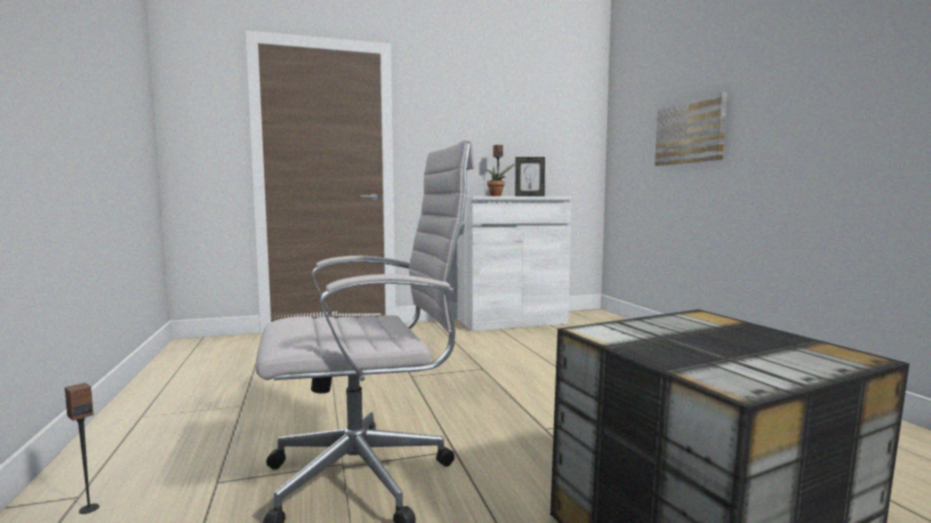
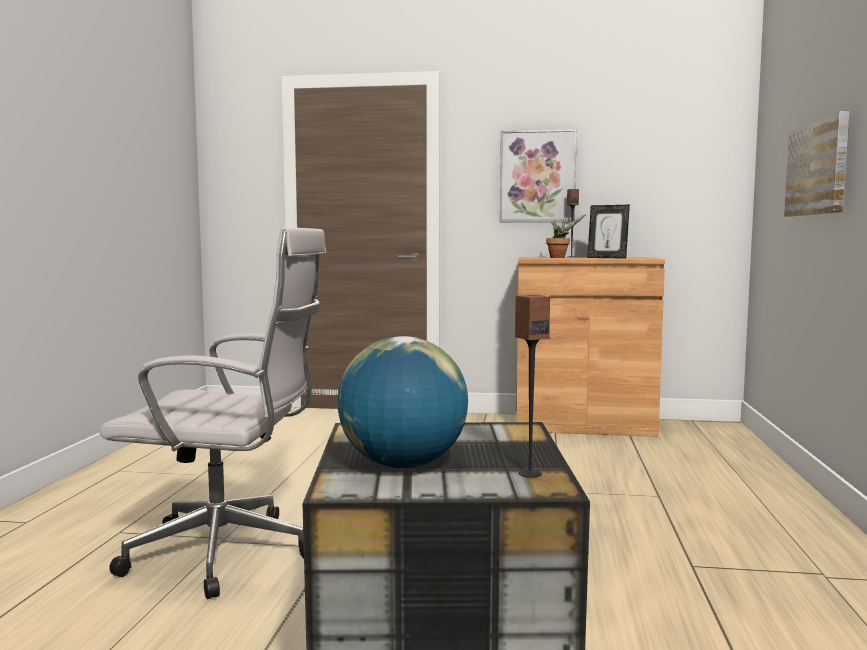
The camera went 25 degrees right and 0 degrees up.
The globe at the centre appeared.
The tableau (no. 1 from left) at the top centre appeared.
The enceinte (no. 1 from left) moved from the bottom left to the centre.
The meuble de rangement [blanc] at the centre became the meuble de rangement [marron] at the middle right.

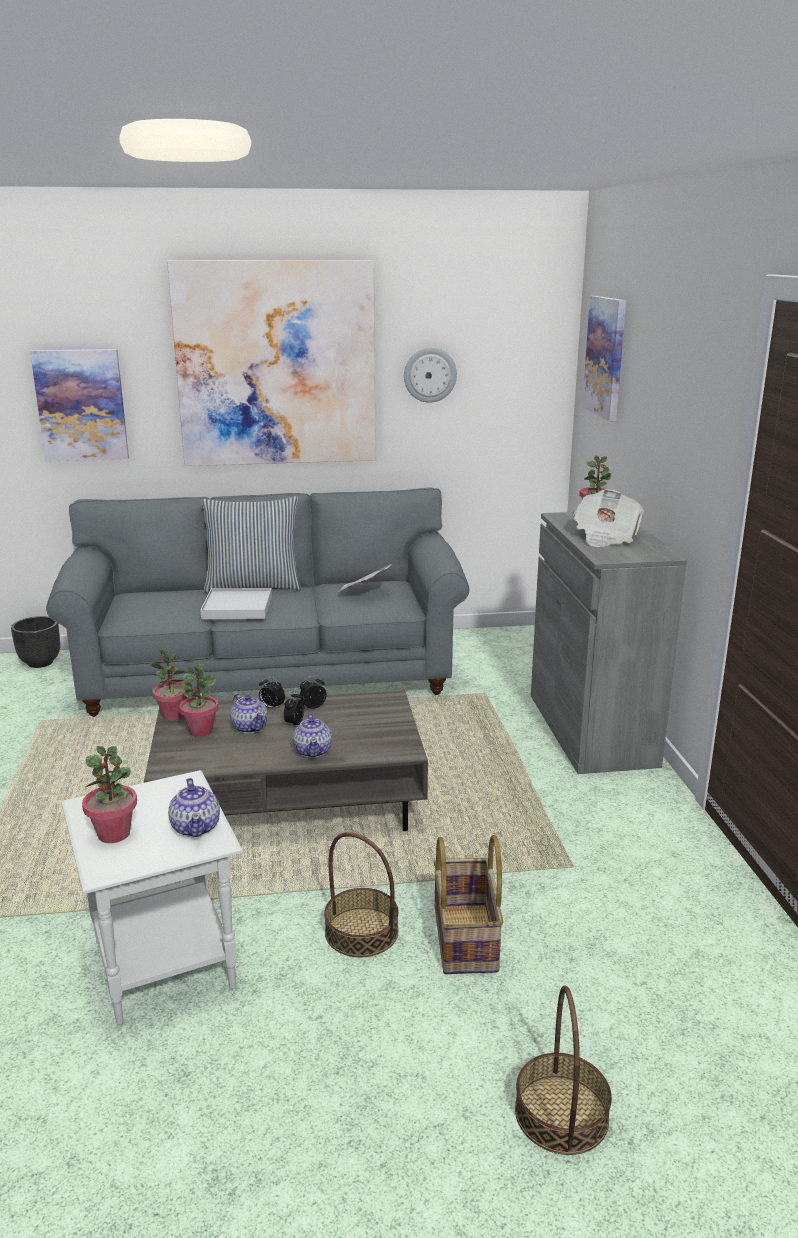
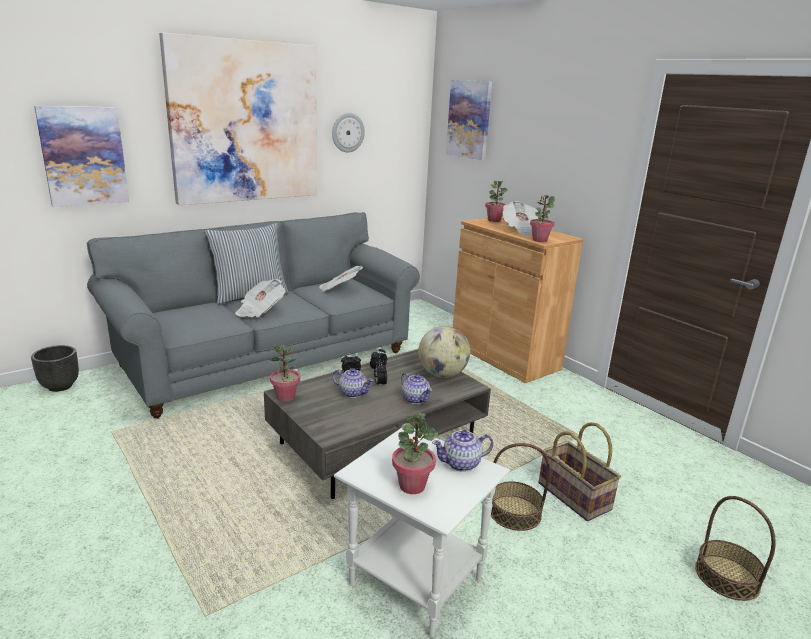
The camera went 30 degrees left and 0 degrees up.
The plateau [blanc] at the middle left was replaced by the journal (no. 1 from left) at the middle left.
The globe at the centre appeared.
The théière (no. 1 from left in the first image) at the middle left turned 120 degrees clockwise.
The meuble de rangement [gris] at the middle right became the meuble de rangement [marron] at the centre.
The plante en pot (no. 3 from left in the first image) moved from the middle left to the middle right.

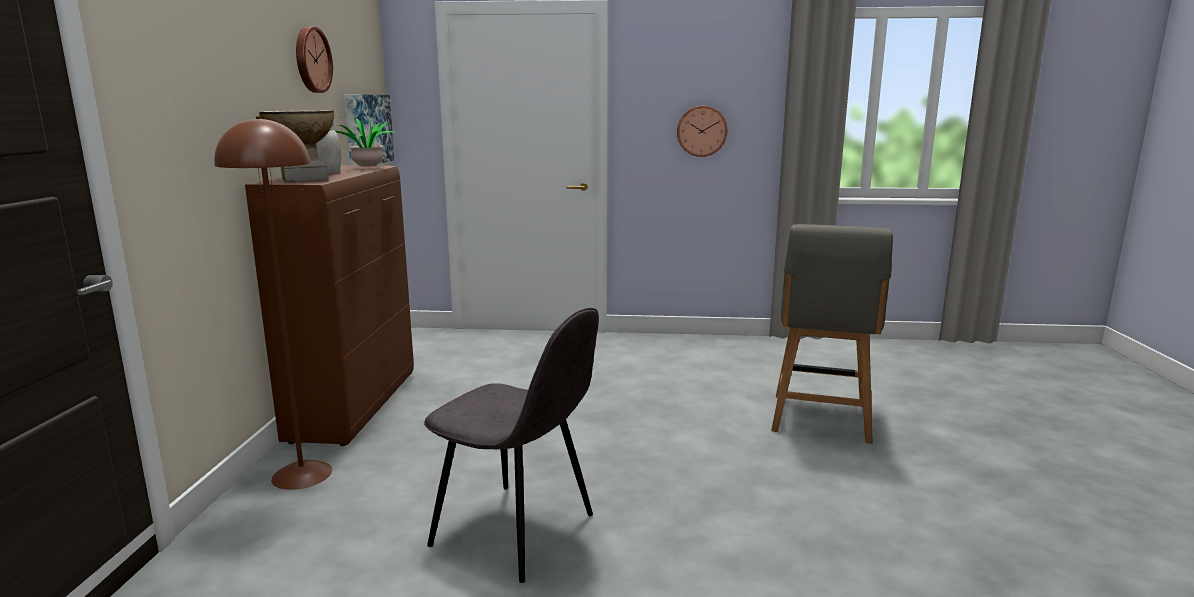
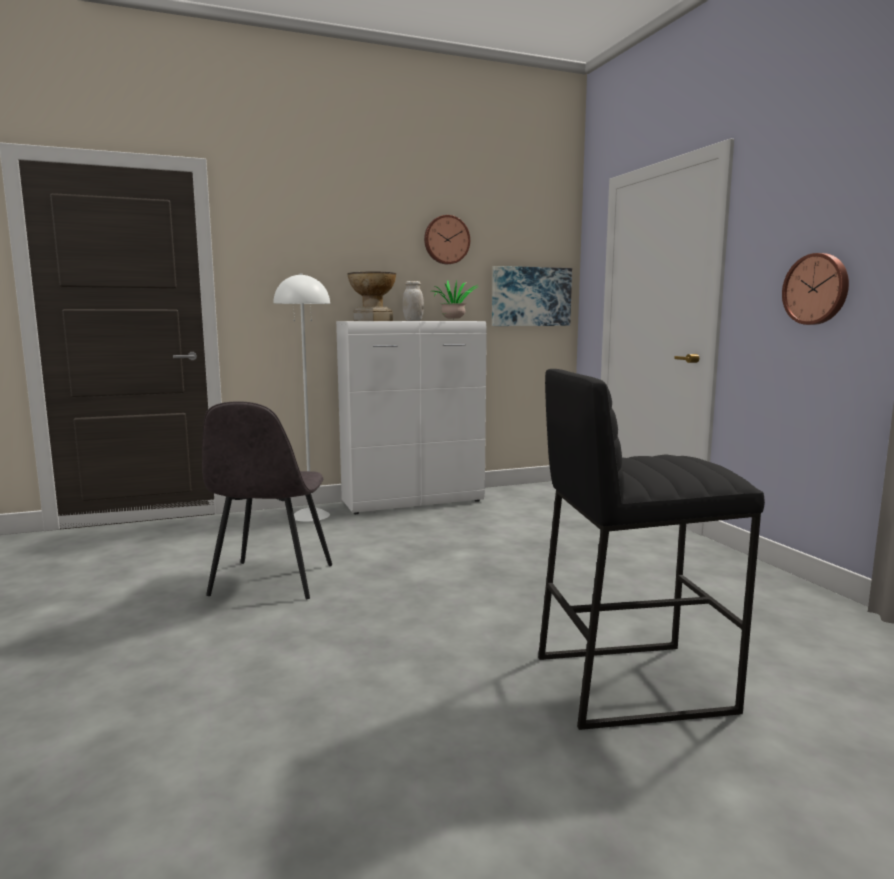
The camera went 65 degrees right and 5 degrees down.
The lampadaire [marron] at the middle left became the lampadaire [blanc] at the centre.
The meuble de rangement [marron] at the middle left became the meuble de rangement [blanc] at the centre.
The chaise [gris] (no. 2 from left) at the middle right was replaced by the tabouret [noir] at the middle right.

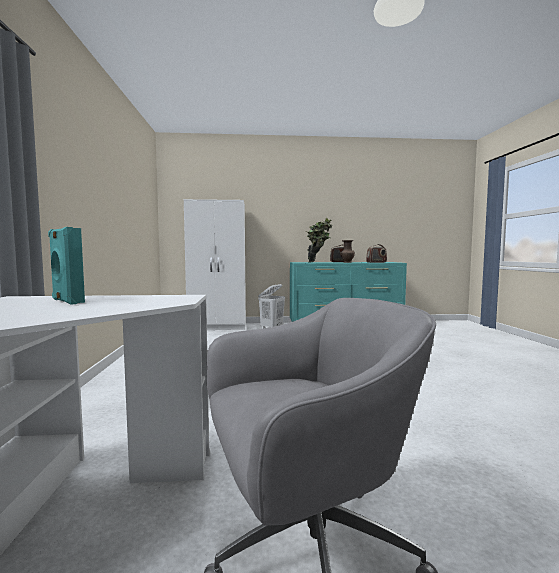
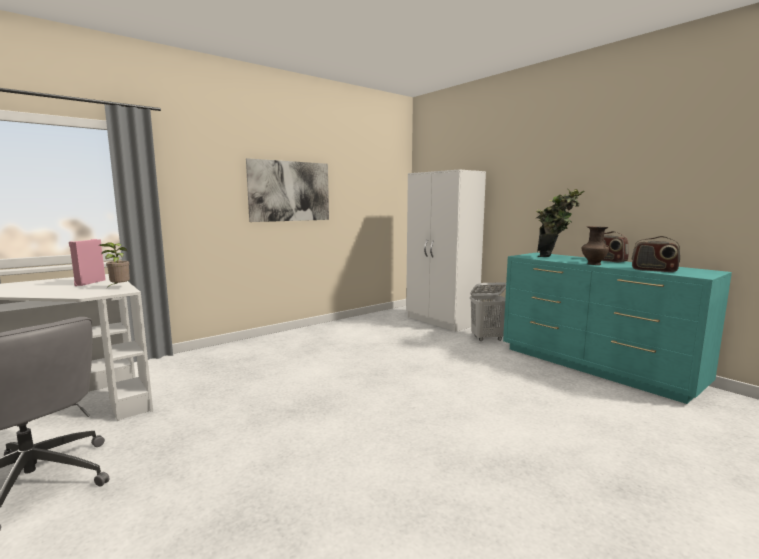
The camera went 55 degrees right and 5 degrees up.
The enceinte [turquoise] at the middle left became the enceinte [rose] at the middle left.
The plante en pot (no. 1 from left) at the middle left appeared.
The tableau at the centre appeared.

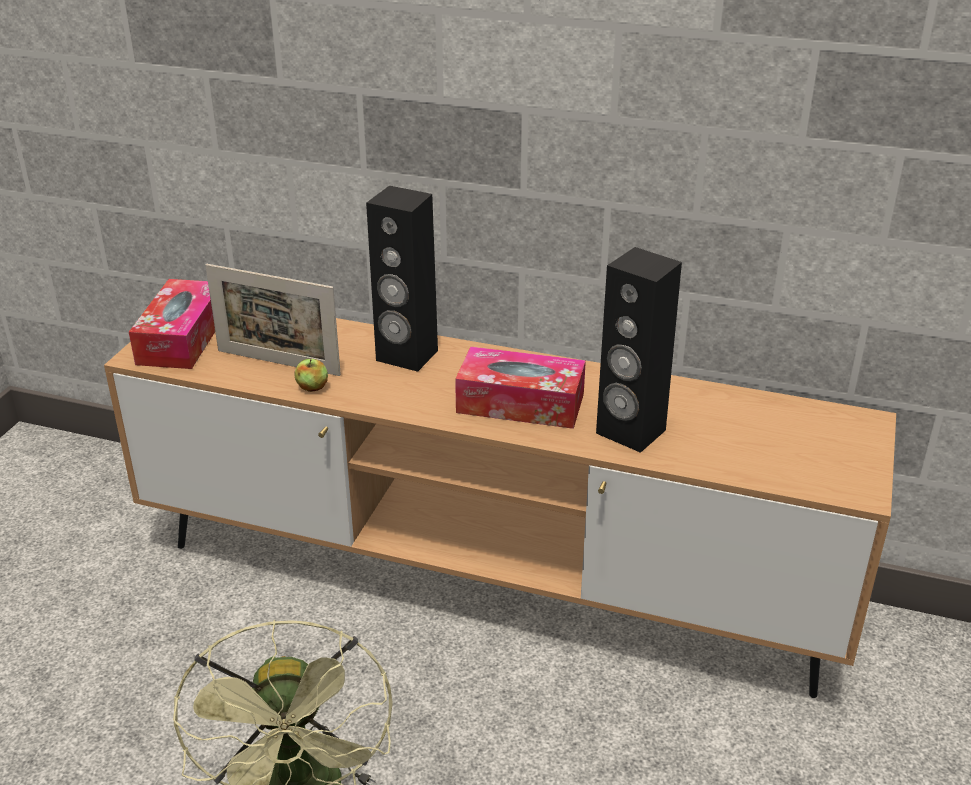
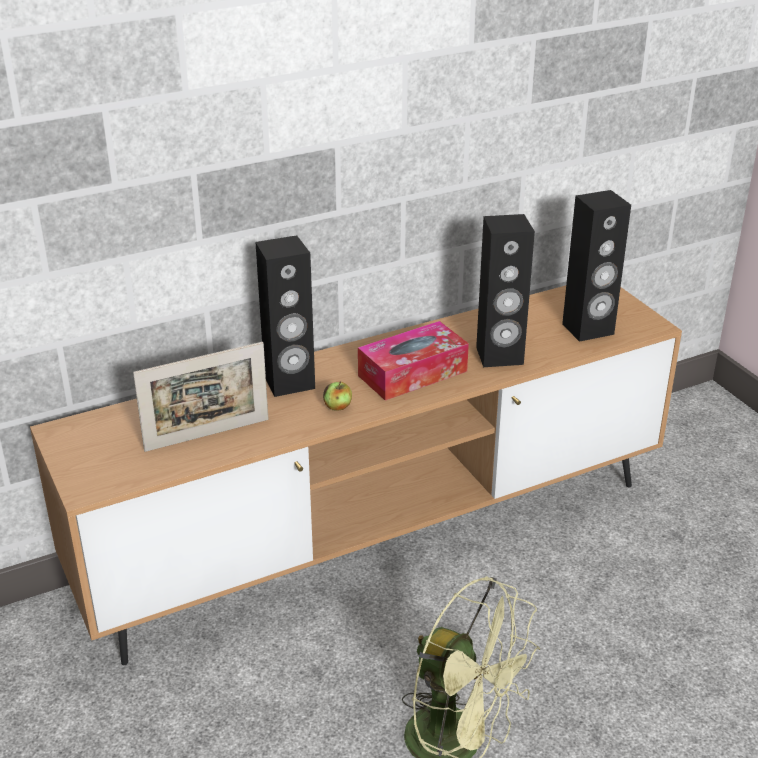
The camera went 45 degrees left and 0 degrees up.
The pomme moved from the middle left to the centre.
The enceinte [noir] (no. 3 from left) at the middle right appeared.
The boîte à mouchoirs (no. 1 from left) at the middle left disappeared.

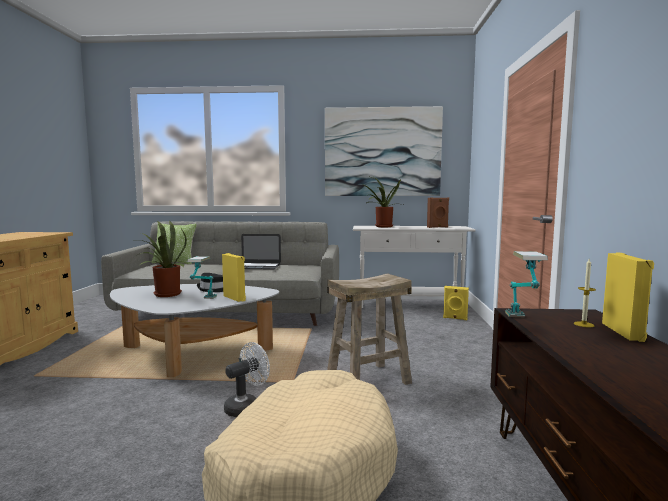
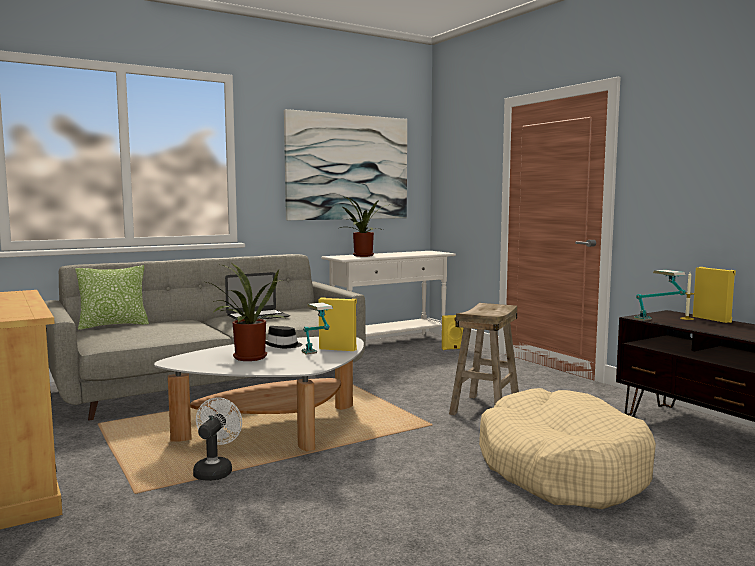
The camera went 35 degrees left and 0 degrees up.
The ventilateur [blanc] moved from the bottom centre to the bottom left.
The enceinte [marron] at the centre disappeared.

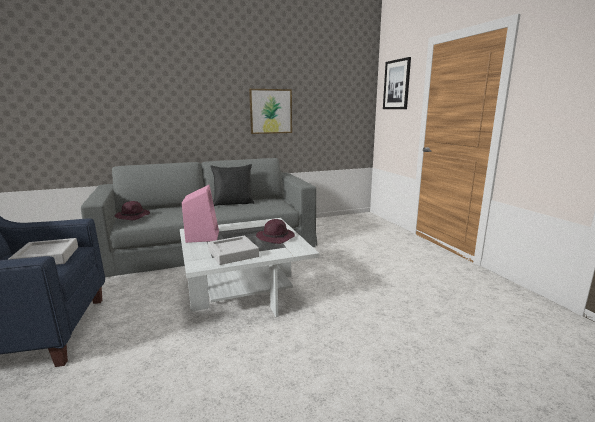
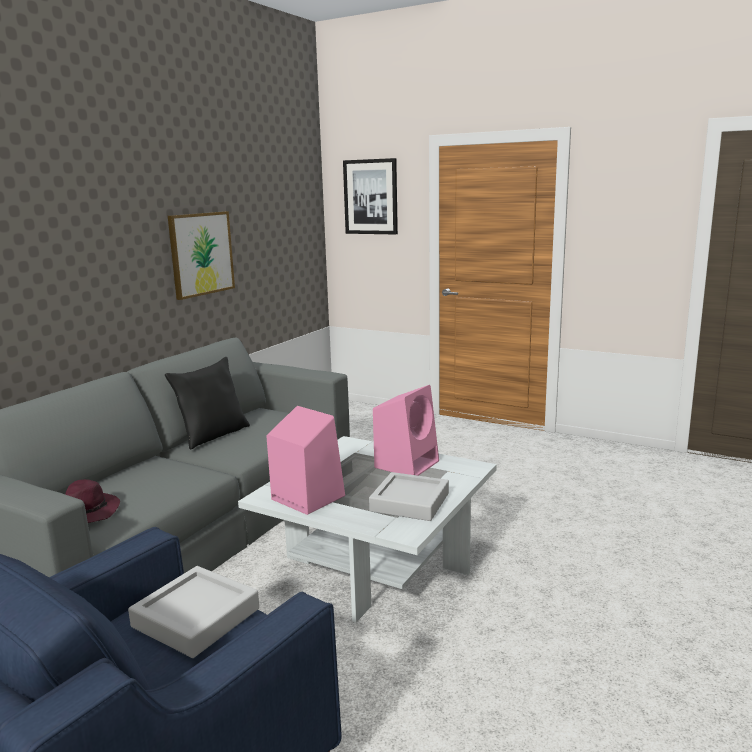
The camera went 40 degrees left and 0 degrees up.
The chapeau [violet] (no. 2 from left) at the centre was replaced by the enceinte [rose] (no. 2 from left) at the centre.

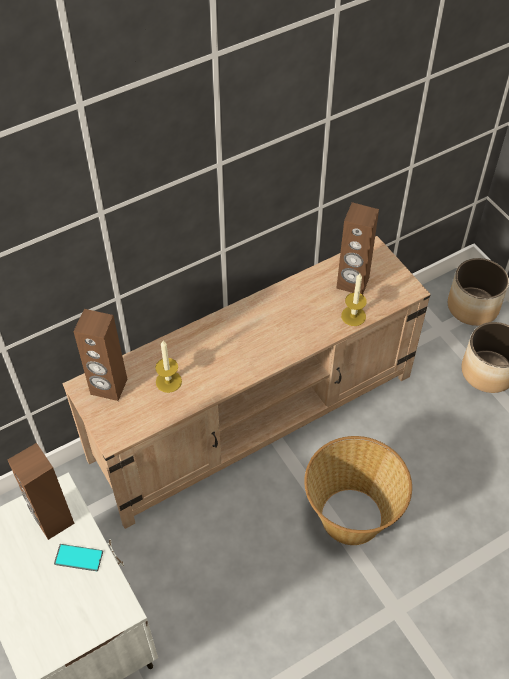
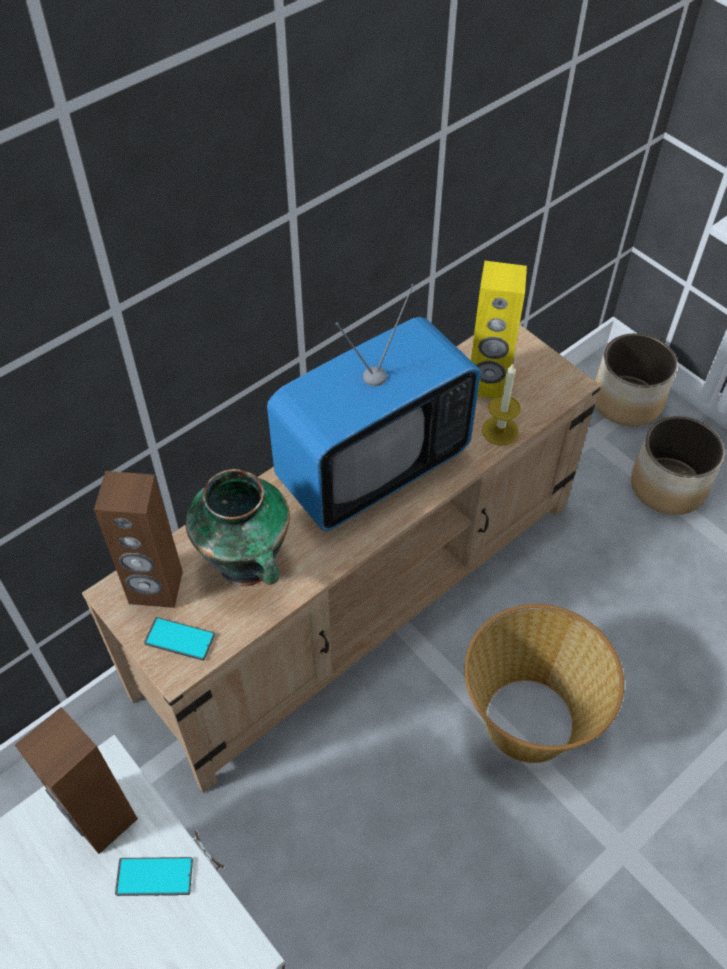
The camera went 10 degrees left and 0 degrees up.
The téléphone (no. 2 from left) at the middle left appeared.
The bougie (no. 1 from left) at the middle left was replaced by the vase at the middle left.
The téléviseur at the centre appeared.
The enceinte [marron] (no. 3 from left) at the middle right became the enceinte [jaune] at the middle right.

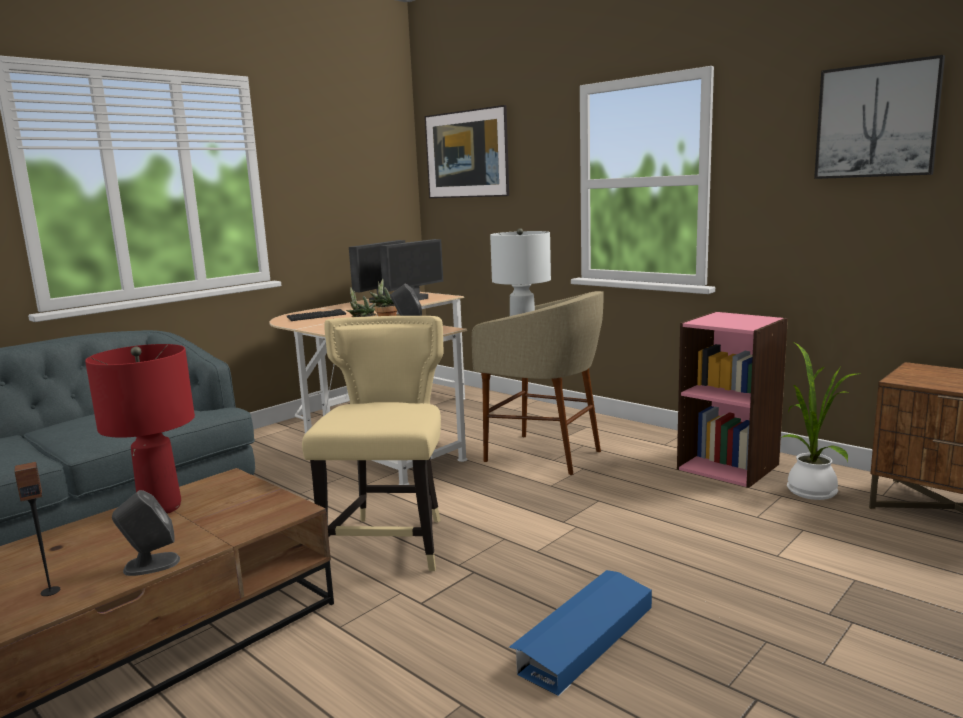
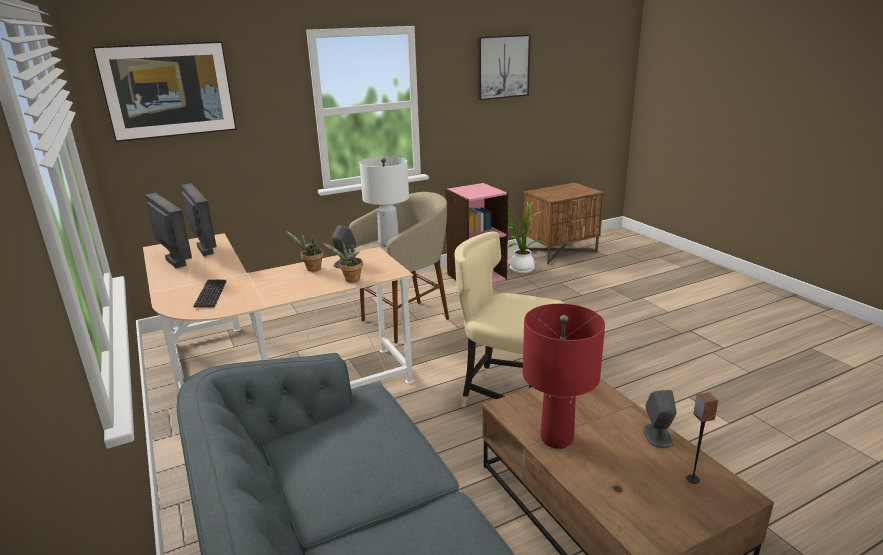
The camera went 70 degrees left and 10 degrees up.
The boîte de rangement [bleu] at the bottom centre disappeared.

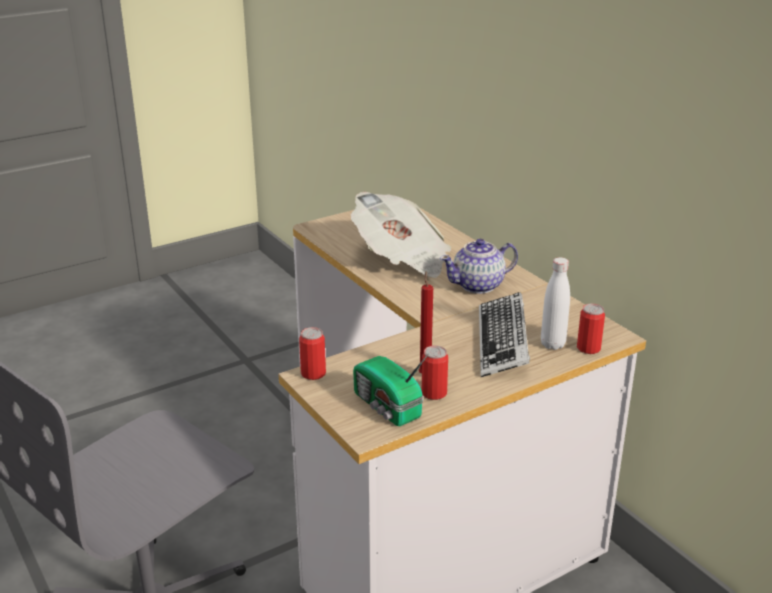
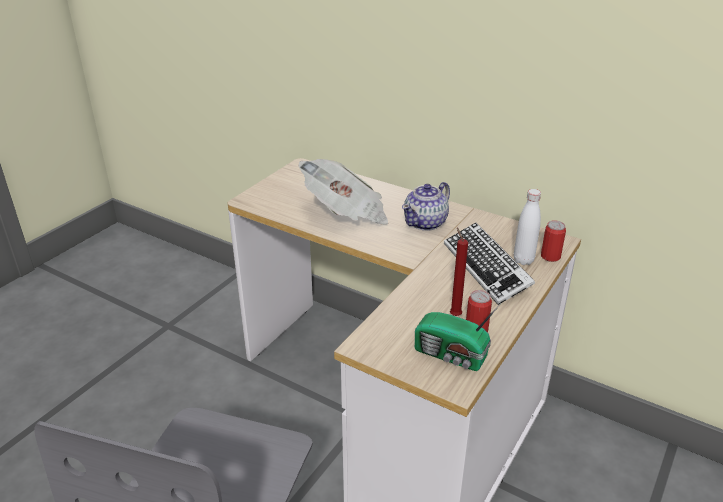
The camera went 25 degrees left and 5 degrees up.
The boîte métallique (no. 1 from left) at the centre disappeared.

